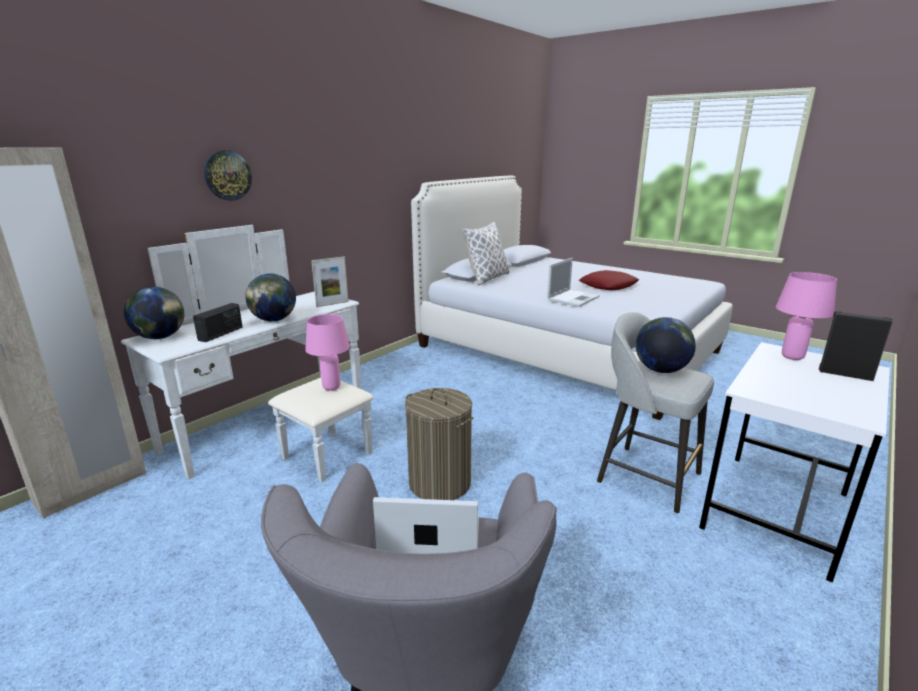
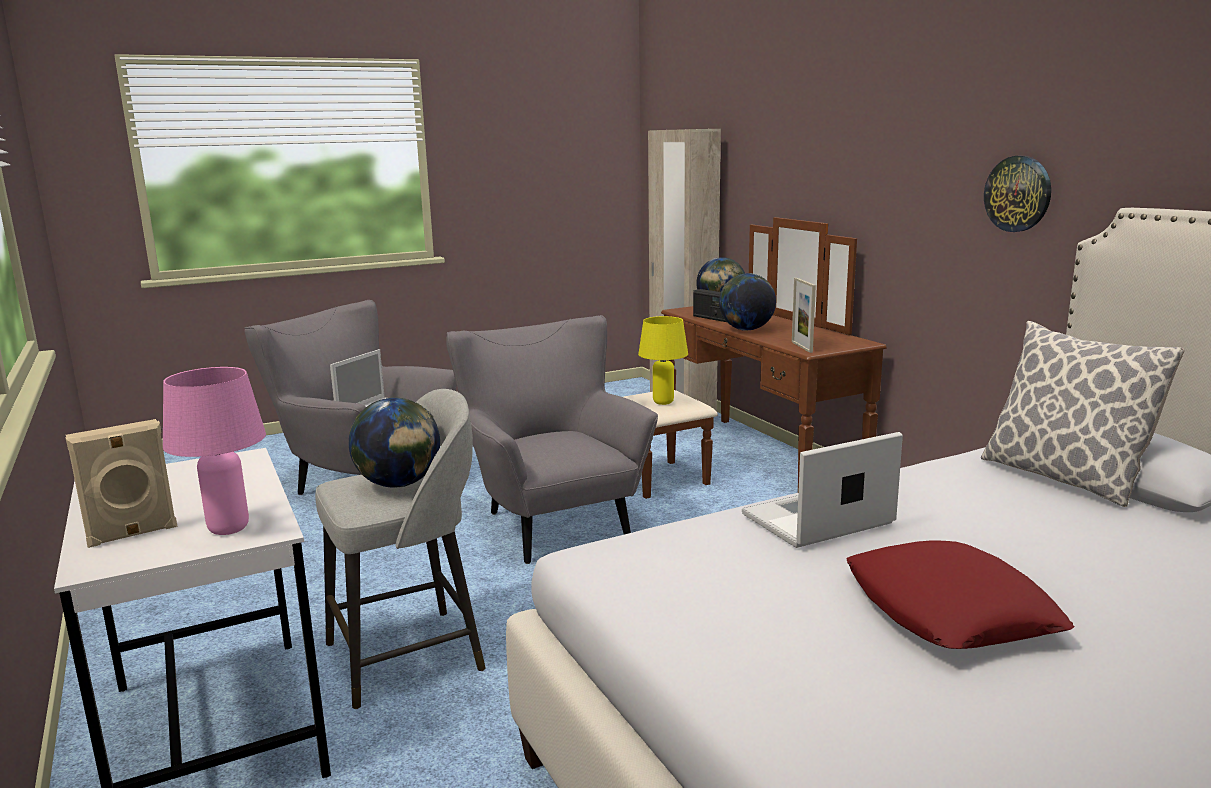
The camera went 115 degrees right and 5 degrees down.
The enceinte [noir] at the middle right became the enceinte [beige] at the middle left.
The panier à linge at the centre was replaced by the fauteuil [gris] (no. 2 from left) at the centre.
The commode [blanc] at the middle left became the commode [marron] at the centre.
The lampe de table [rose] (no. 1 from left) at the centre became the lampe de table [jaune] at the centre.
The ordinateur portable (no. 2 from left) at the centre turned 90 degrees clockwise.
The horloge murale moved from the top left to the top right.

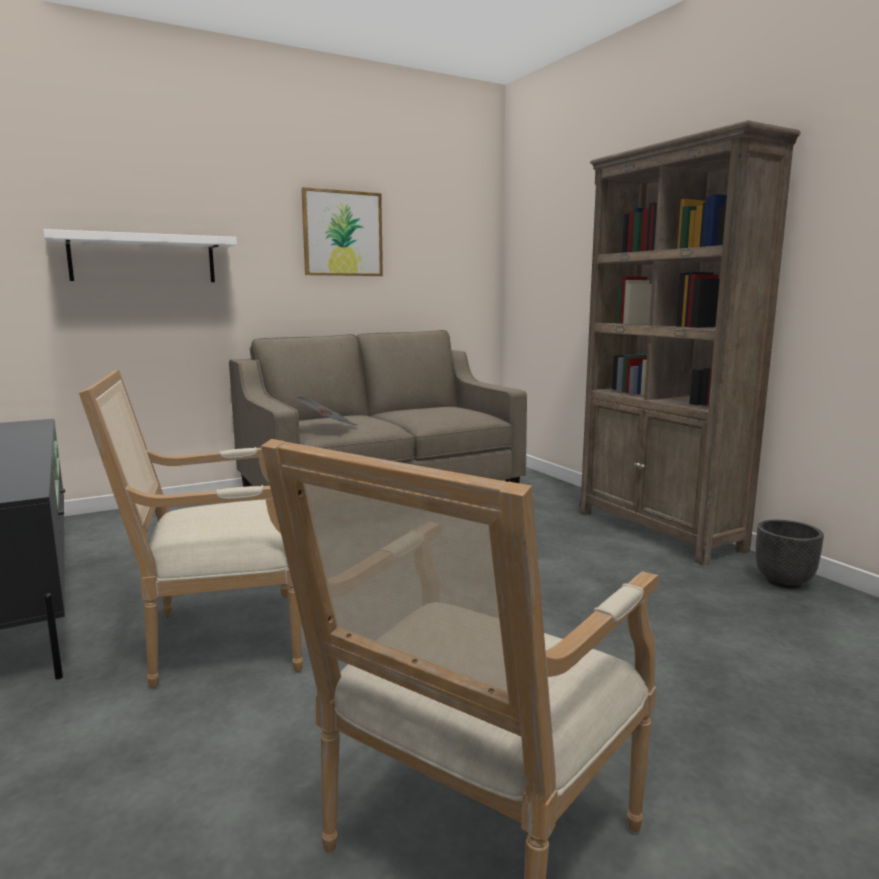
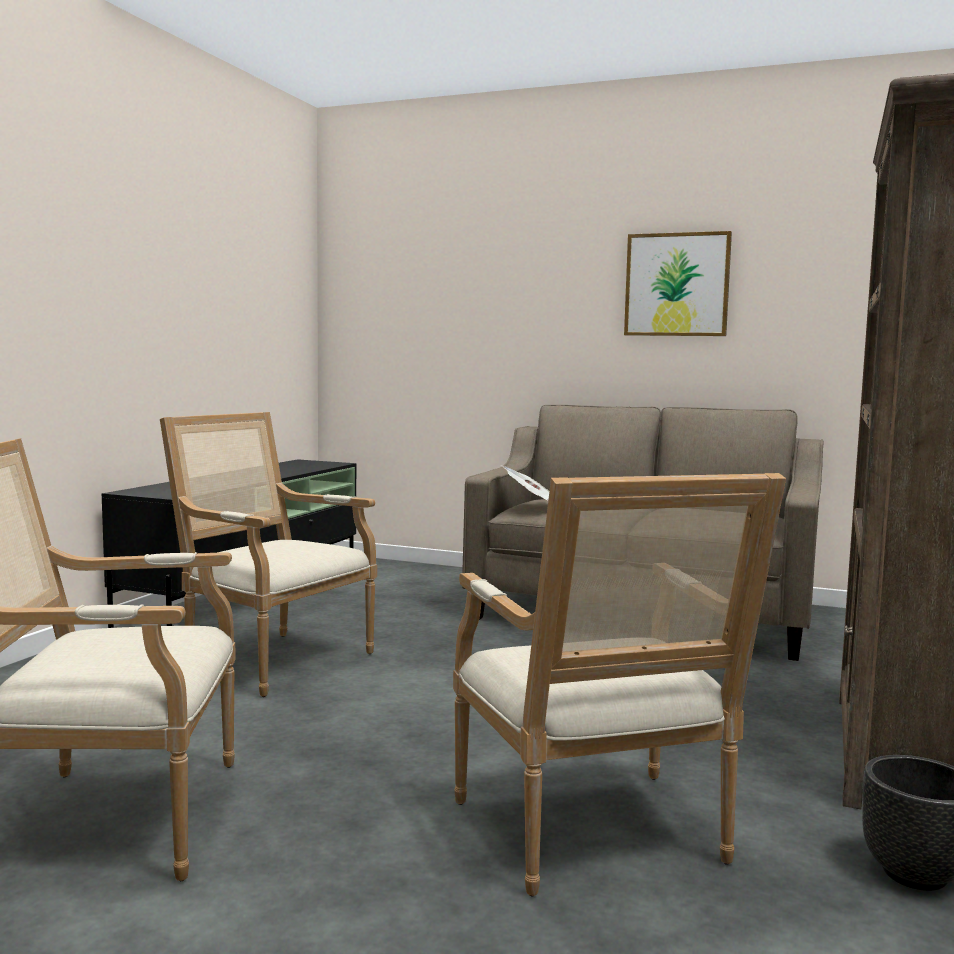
The camera went 50 degrees right and 5 degrees down.
The fauteuil (no. 3 from left) at the bottom centre appeared.
The étagère [blanc] at the top left disappeared.

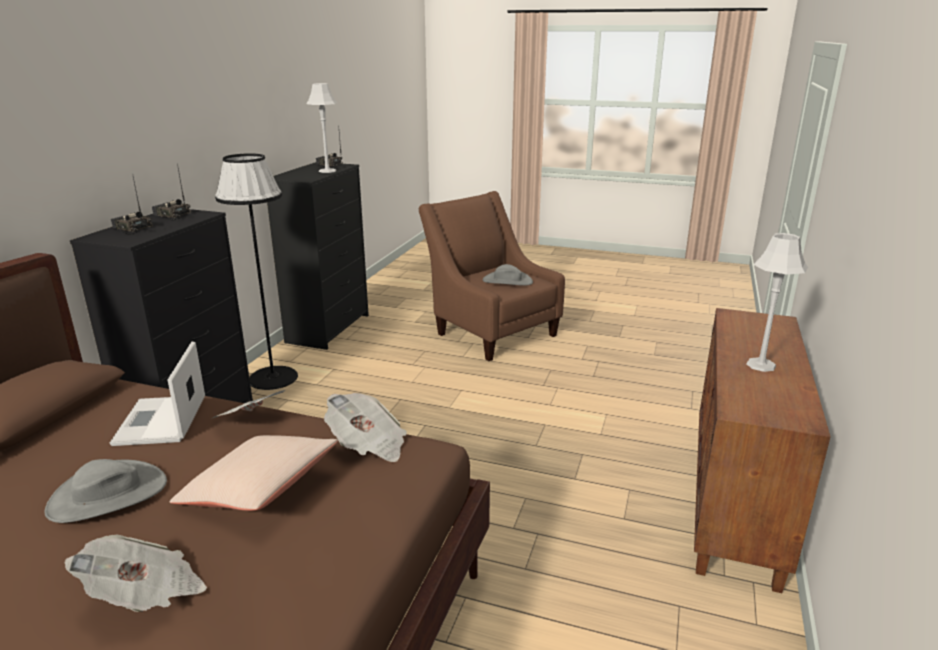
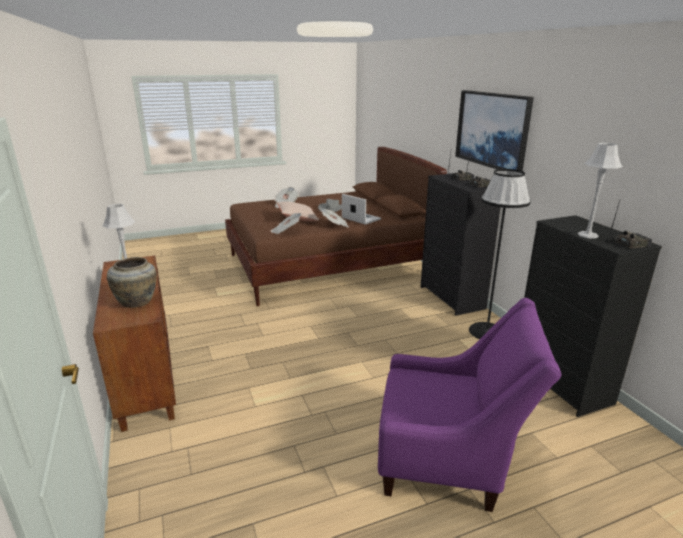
The camera went 140 degrees right and 0 degrees up.
The vase [beige] at the middle left appeared.
The fauteuil [marron] at the centre became the fauteuil [violet] at the bottom right.
The tableau at the top right appeared.
The chapeau [gris] (no. 2 from left) at the centre disappeared.

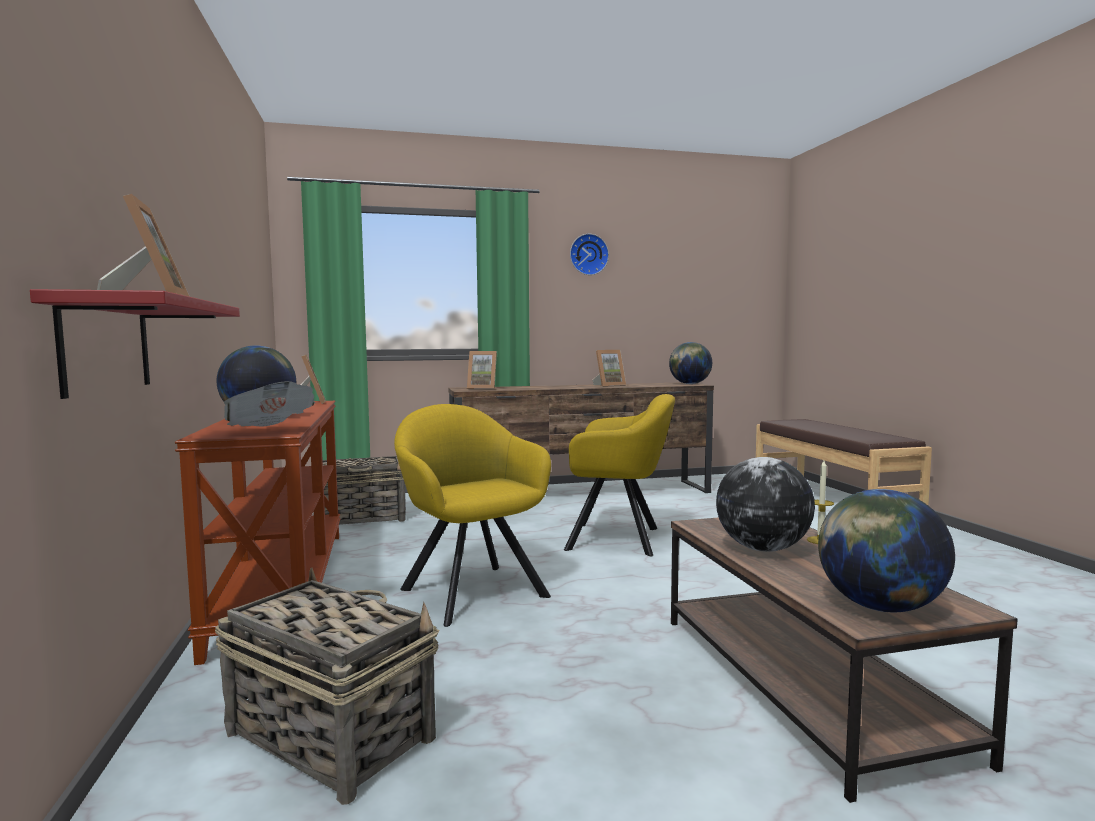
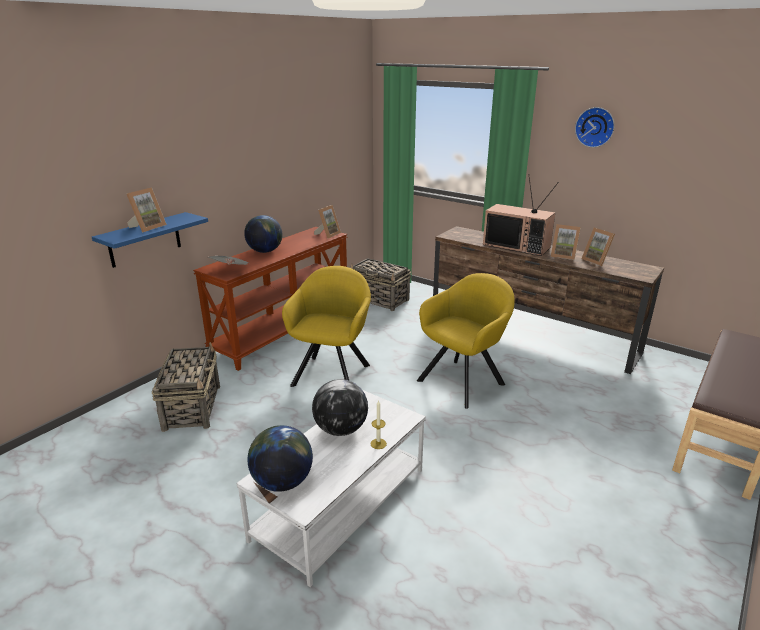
The camera went 50 degrees right and 20 degrees up.
The étagère [rouge] at the middle left became the étagère [bleu] at the middle left.
The table basse [marron] at the bottom right became the table basse [blanc] at the bottom centre.
The fauteuil [jaune] (no. 2 from left) at the centre turned 105 degrees counterclockwise.
The téléviseur at the middle right appeared.
The cadre photo (no. 3 from left in the first image) moved from the centre to the middle right.
The globe (no. 2 from left) at the centre disappeared.

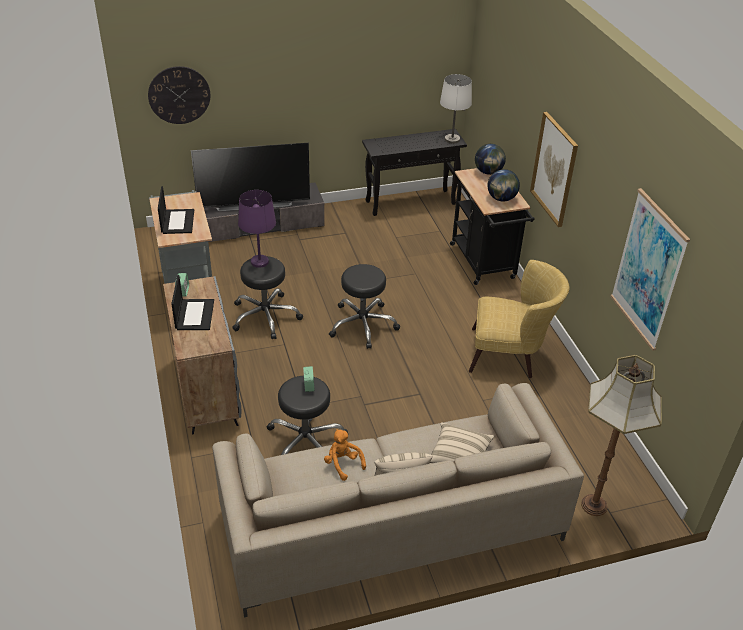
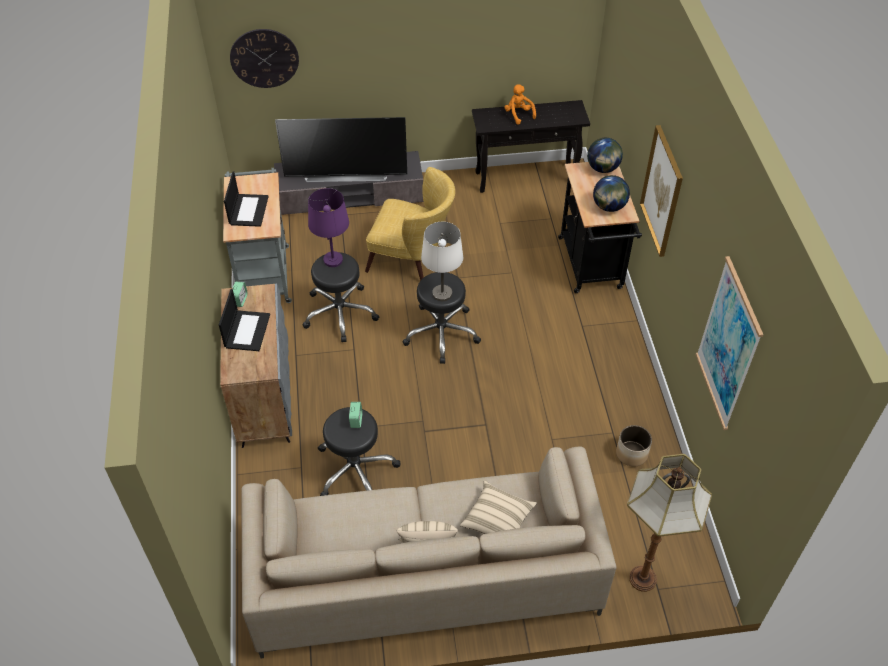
The camera went 10 degrees right and 10 degrees up.
The fauteuil [jaune] moved from the middle right to the centre.
The lampe de table [blanc] moved from the top centre to the centre.
The peluche [orange] moved from the bottom centre to the top centre.
The cache-pot at the bottom right appeared.

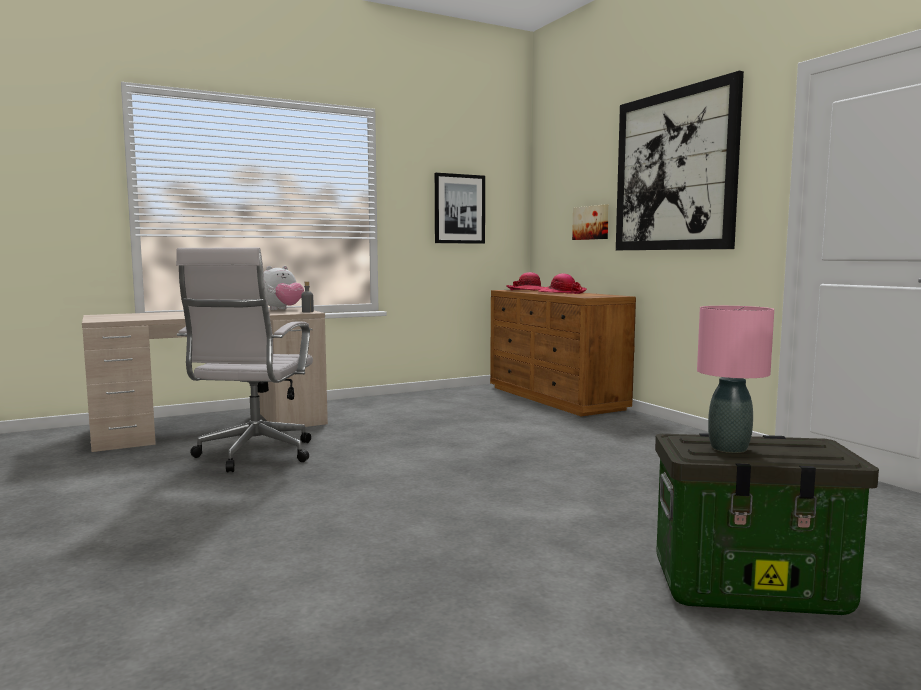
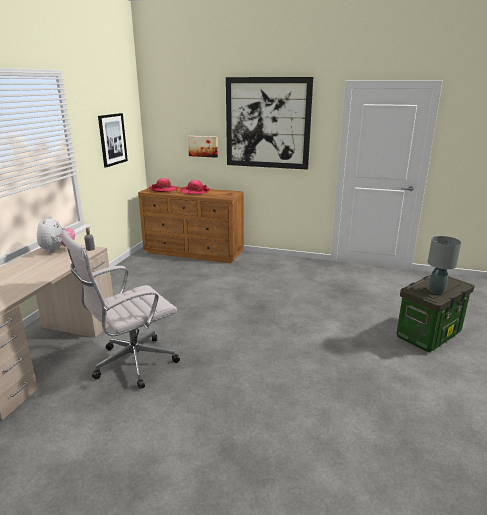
The camera went 45 degrees left and 15 degrees up.
The chaise de bureau [blanc] at the middle left turned 90 degrees clockwise.
The lampe de table [rose] at the middle right became the lampe de table [gris] at the middle right.

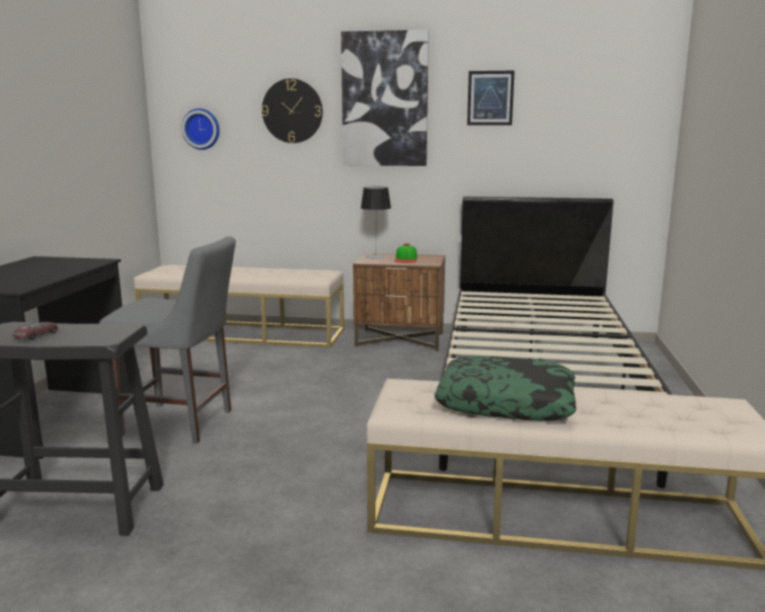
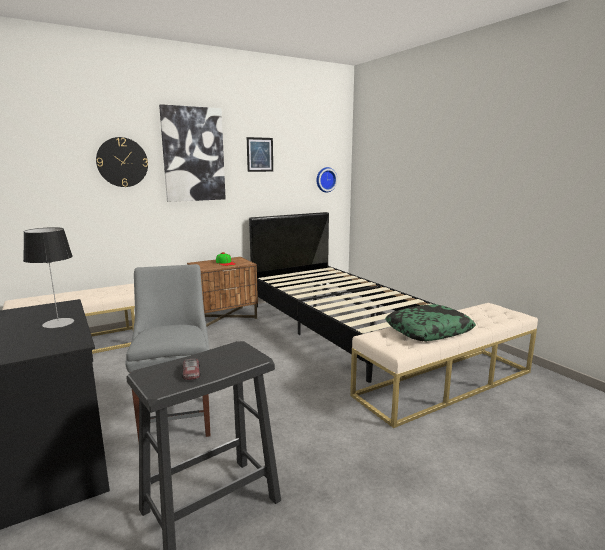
The camera went 40 degrees left and 0 degrees up.
The lampe de table moved from the centre to the middle left.
The chaise [gris] at the middle left turned 75 degrees counterclockwise.
The horloge murale (no. 1 from left in the first image) moved from the top left to the top centre.

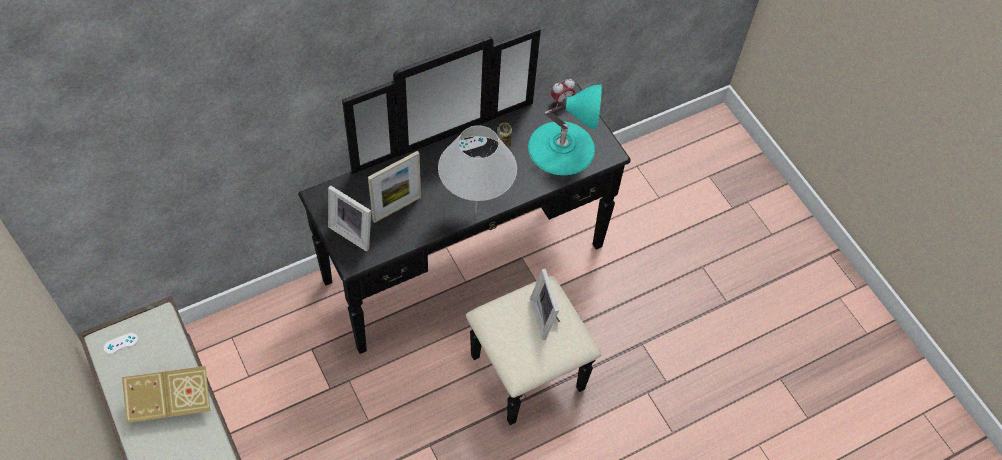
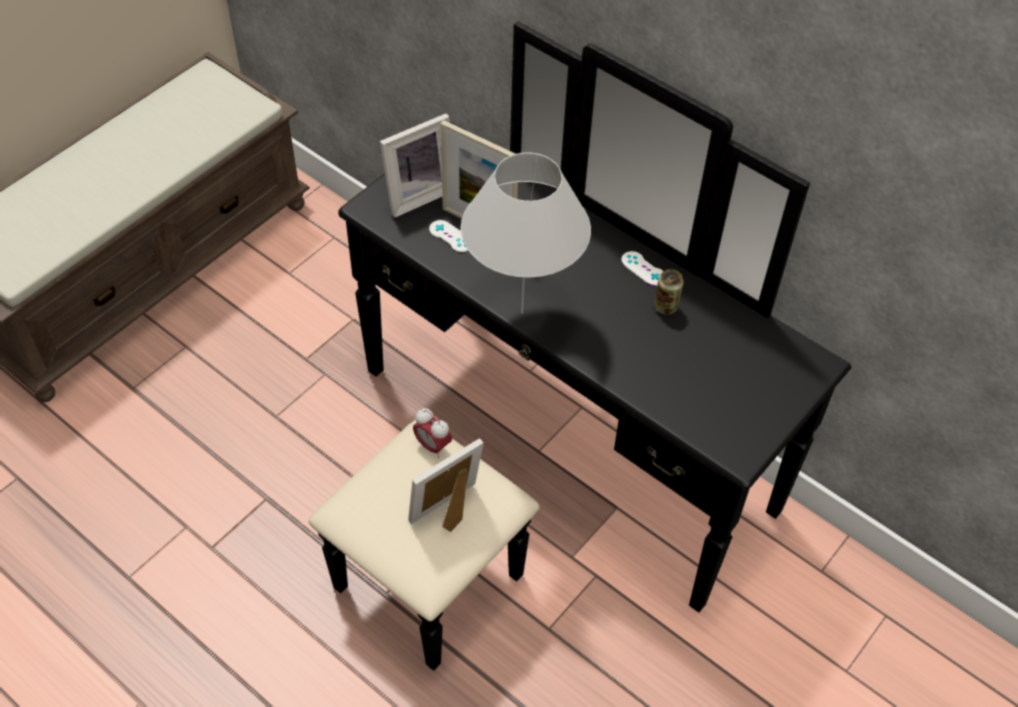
The camera went 70 degrees right and 5 degrees down.
The cadre photo (no. 1 from left) at the centre turned 135 degrees counterclockwise.
The réveil moved from the top centre to the centre.
The manette [blanc] (no. 1 from left) moved from the bottom left to the centre.
The livre at the bottom left disappeared.
The lampe de table [turquoise] at the top centre disappeared.

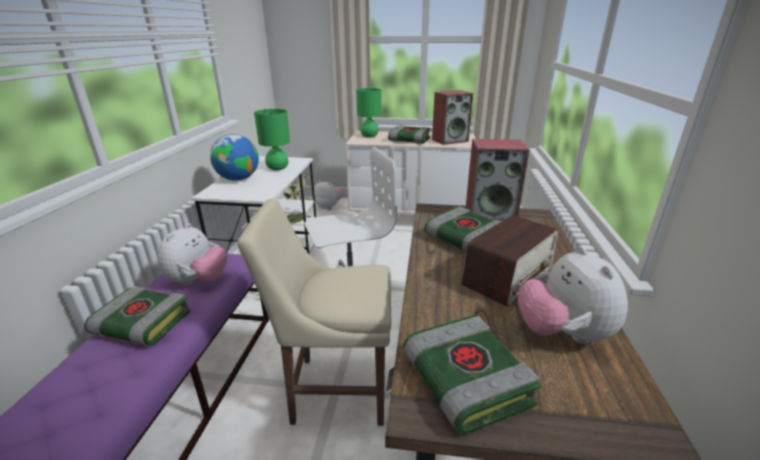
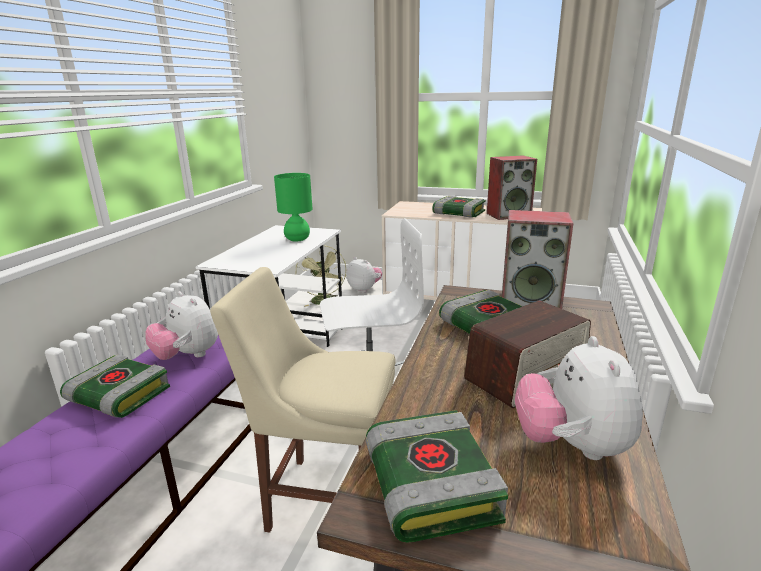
The camera went 10 degrees right and 5 degrees down.
The peluche (no. 1 from left) at the middle left turned 105 degrees clockwise.
The globe at the middle left disappeared.
The lampe de table [vert] (no. 2 from left) at the top centre disappeared.

